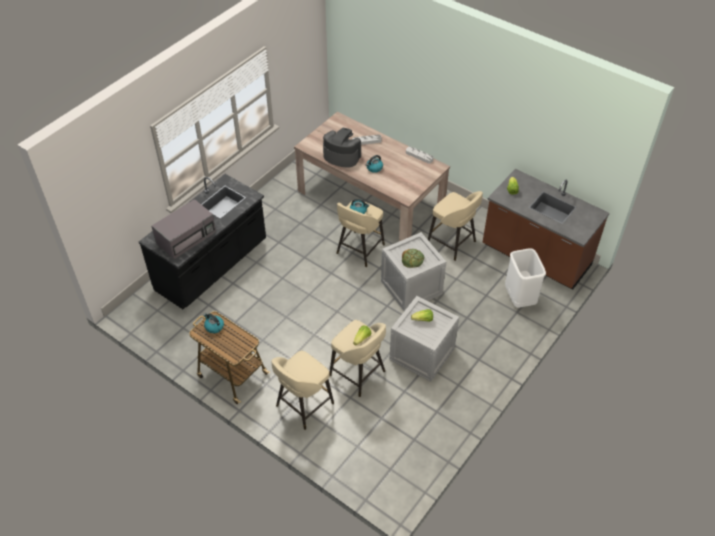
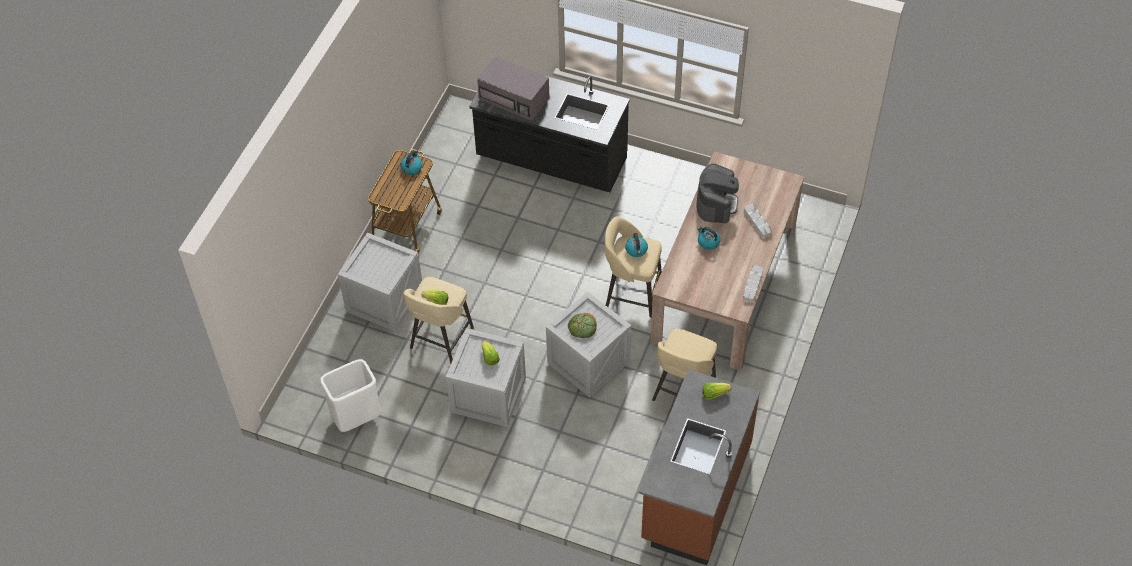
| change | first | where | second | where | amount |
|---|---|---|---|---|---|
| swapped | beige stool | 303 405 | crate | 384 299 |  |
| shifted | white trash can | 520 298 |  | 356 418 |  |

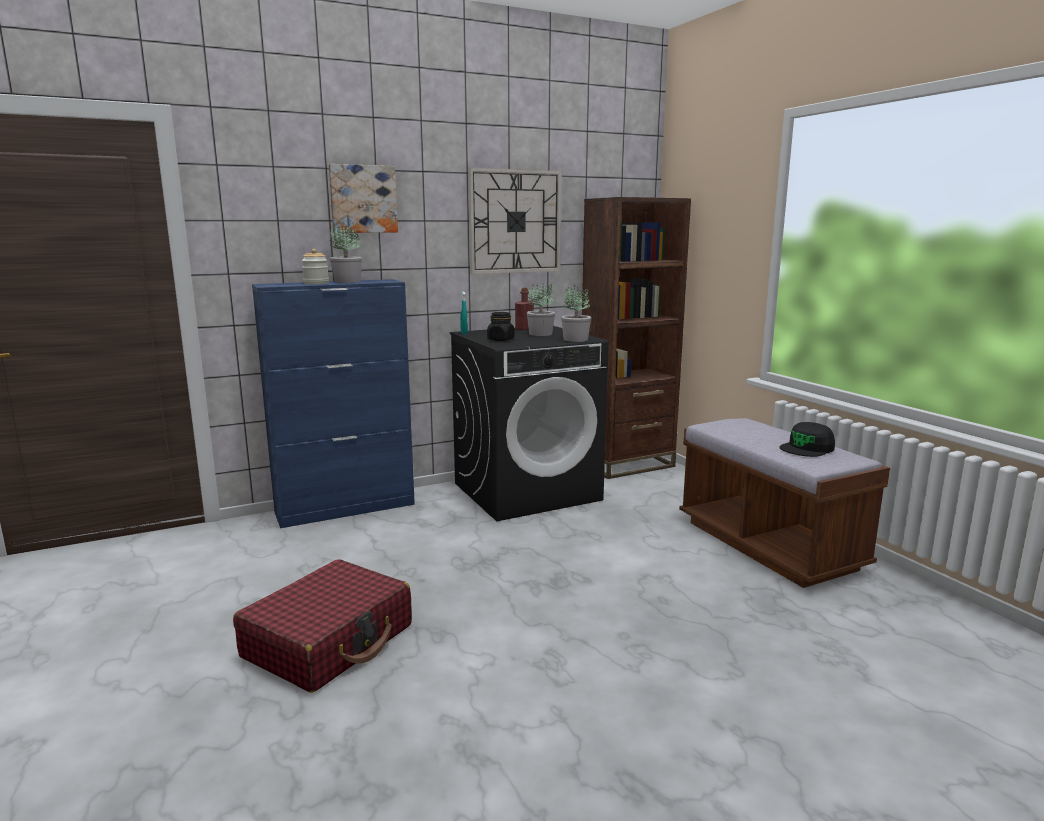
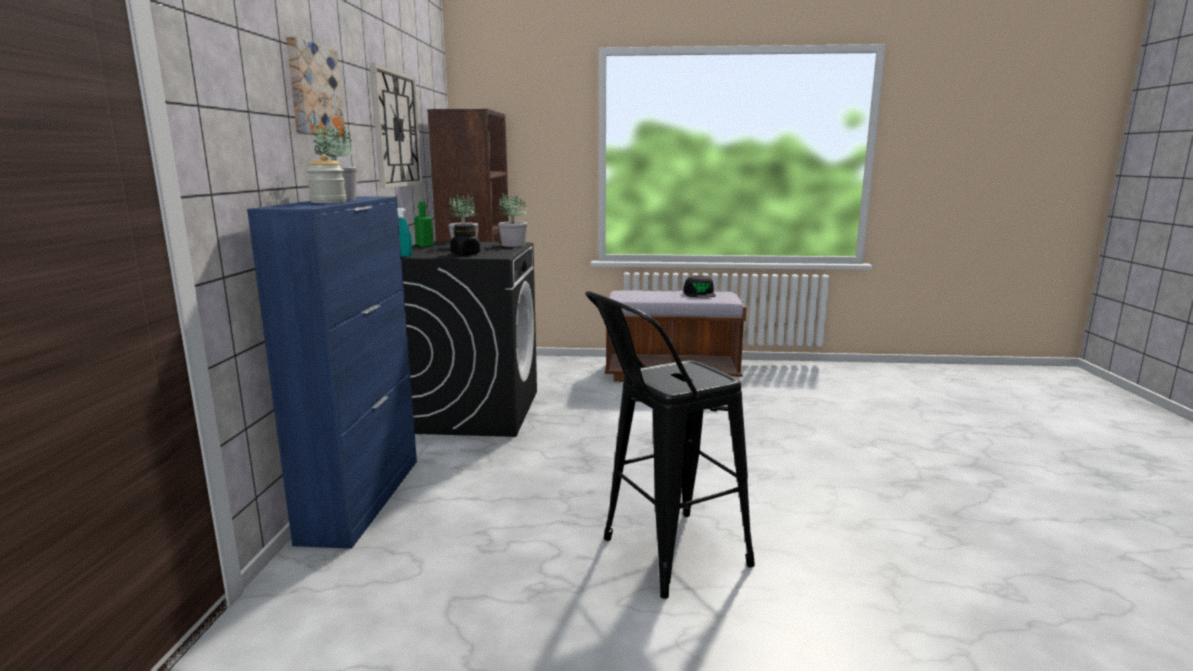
| change | first | where | second | where | amount |
|---|---|---|---|---|---|
| swapped | red suitcase | 329 641 | black stool | 662 556 |  |
| repainted | red bottle | 524 328 | green bottle | 424 246 |  |

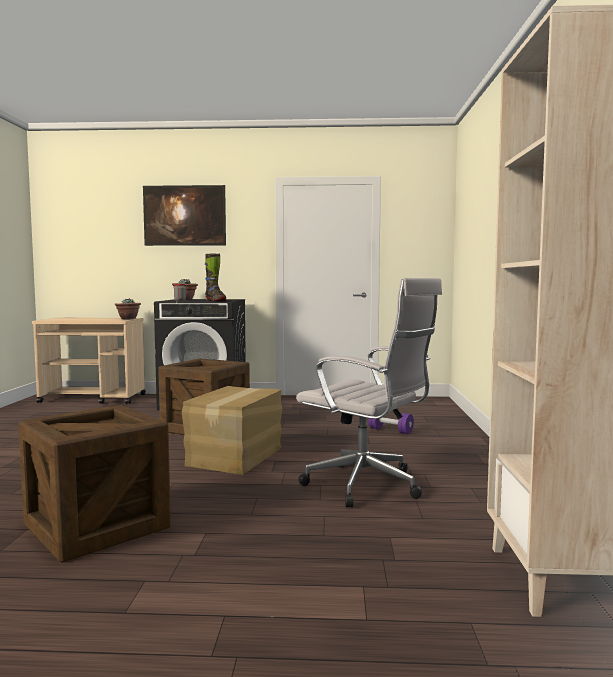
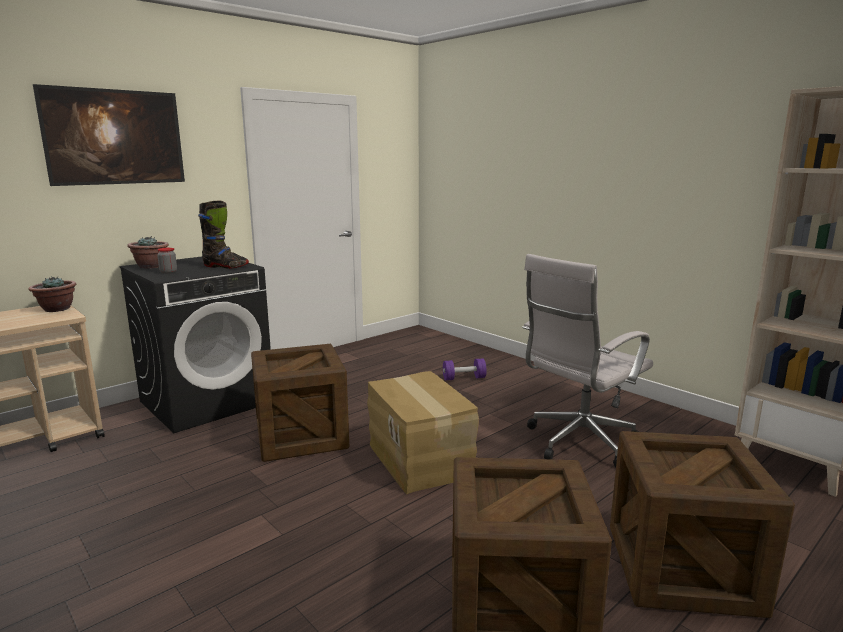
| change | first | where | second | where | amount |
|---|---|---|---|---|---|
| rotated | white office chair | 368 486 |  | 578 443 | 150 degrees clockwise |
| new |  |  | crate | 682 568 |  |

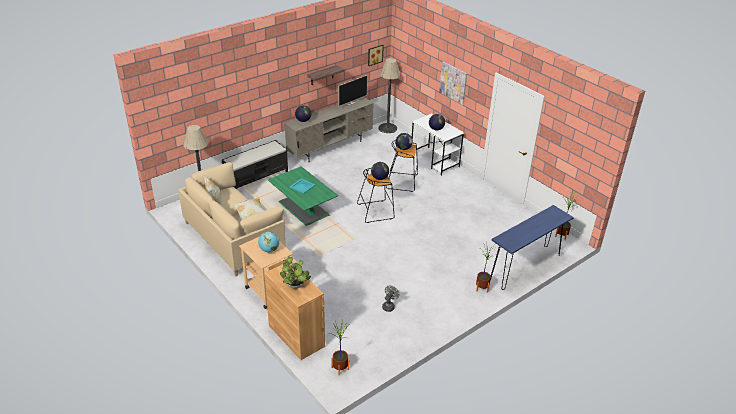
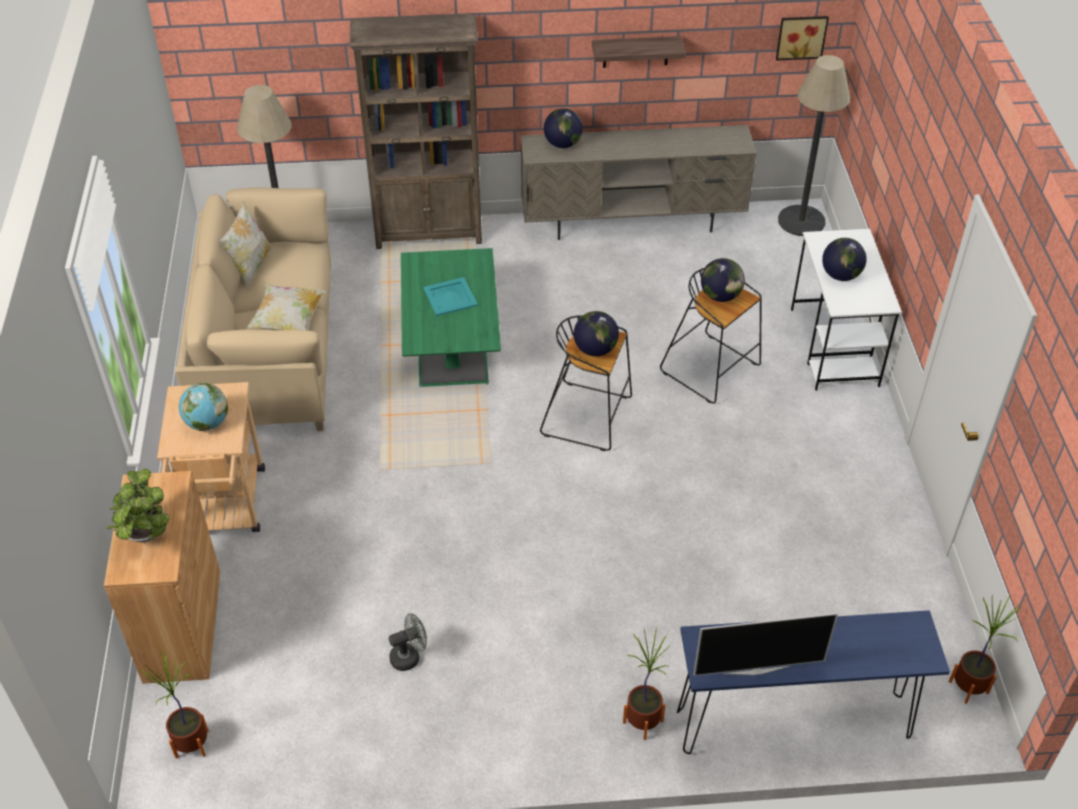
| change | first | where | second | where | amount |
|---|---|---|---|---|---|
| swapped | black bench | 257 176 | brown bookcase | 429 233 |  |
| shifted | television | 351 103 |  | 756 669 |  |
| gone | picture | 453 82 |  |  |  |

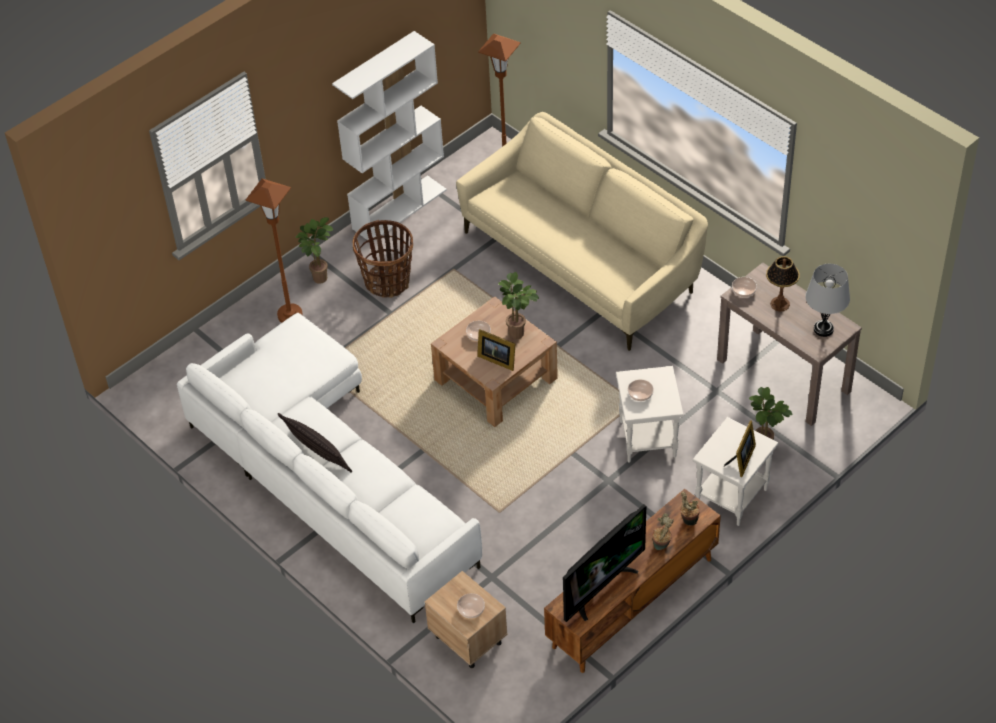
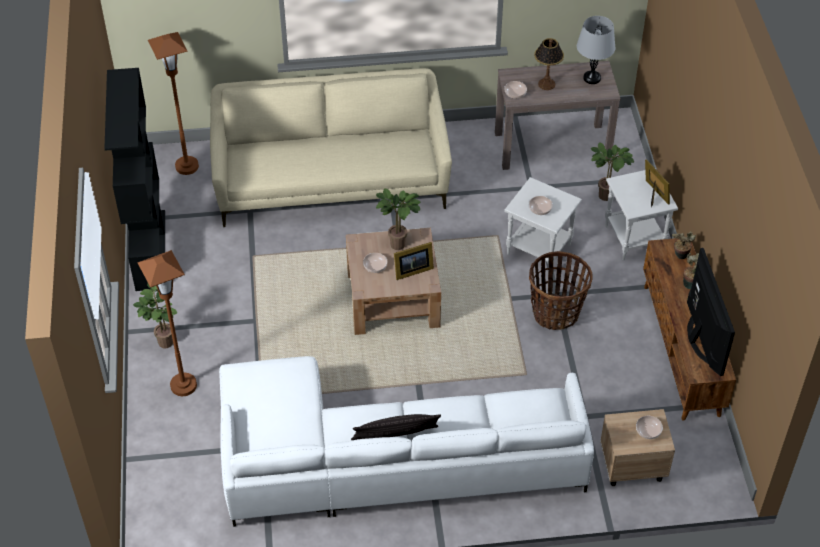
| change | first | where | second | where | amount |
|---|---|---|---|---|---|
| repainted | white bookcase | 399 208 | black bookcase | 149 249 |  |
| shifted | basket | 387 282 |  | 555 313 |  |

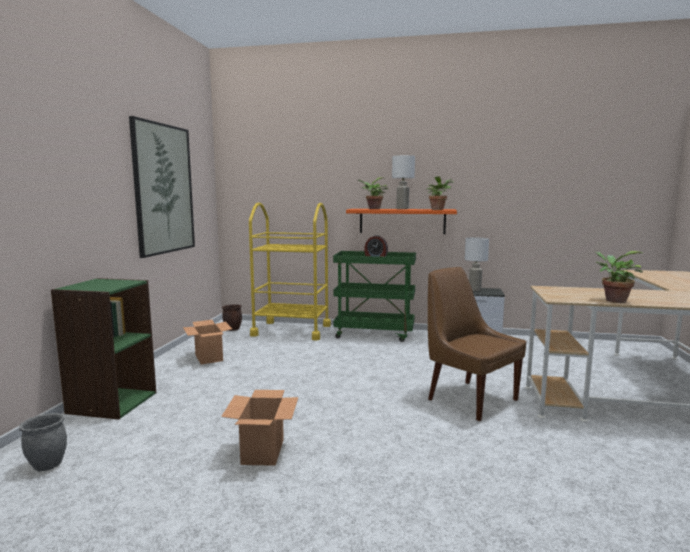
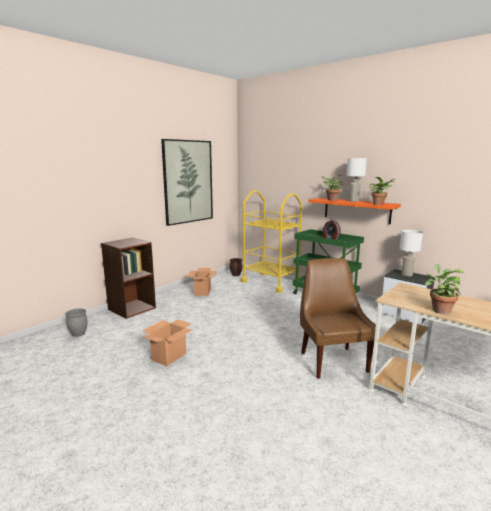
| change | first | where | second | where | amount |
|---|---|---|---|---|---|
| repainted | green bookcase | 112 402 | brown bookcase | 131 308 |  |

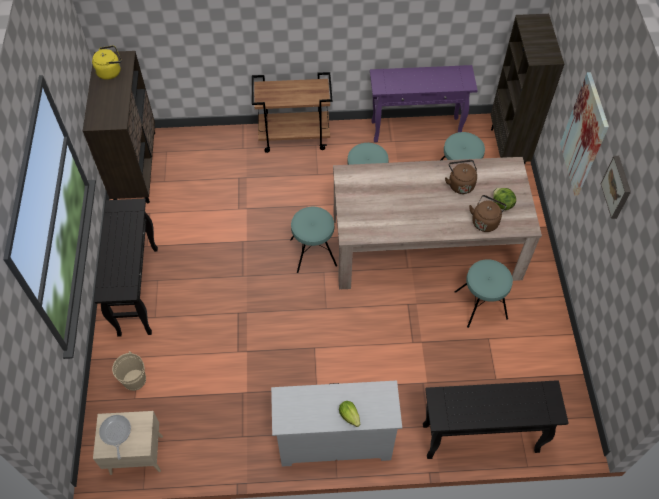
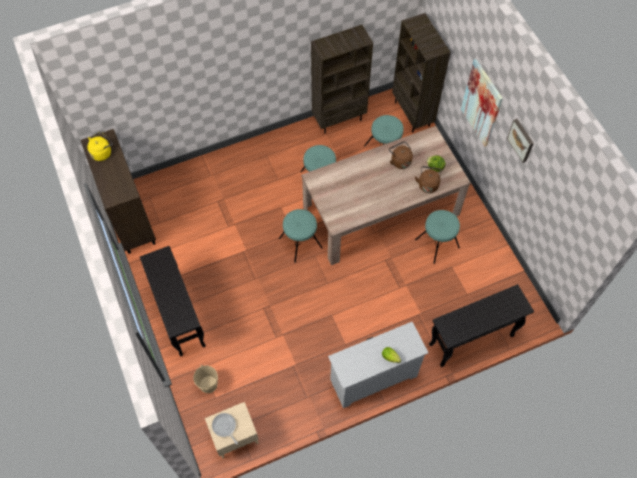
| change | first | where | second | where | amount |
|---|---|---|---|---|---|
| gone | brown cart | 295 137 |  |  |  |
| swapped | purple console table | 416 129 | brown bookcase | 339 119 |  |

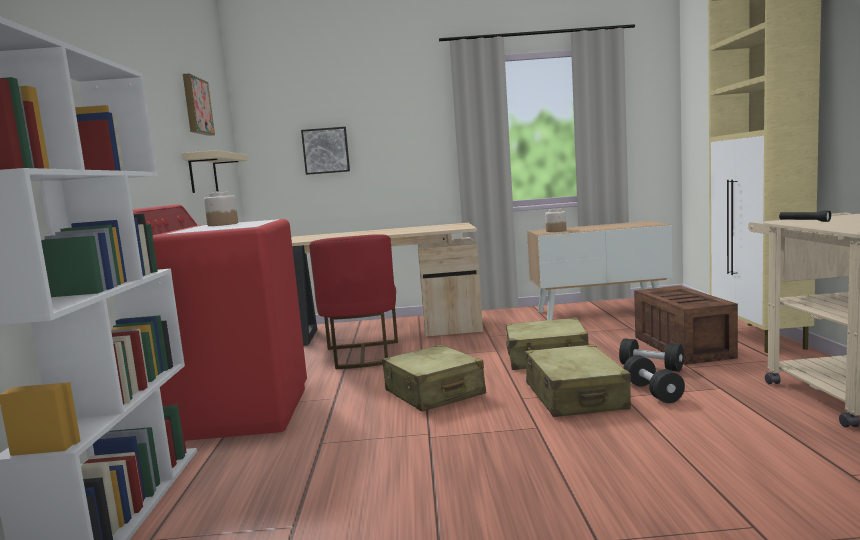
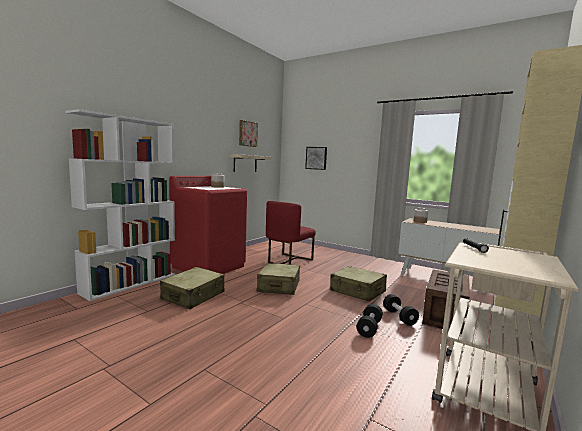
| change | first | where | second | where | amount |
|---|---|---|---|---|---|
| gone | beige desk | 388 330 |  |  |  |
| shifted | beige suitcase | 575 397 |  | 193 296 |  |

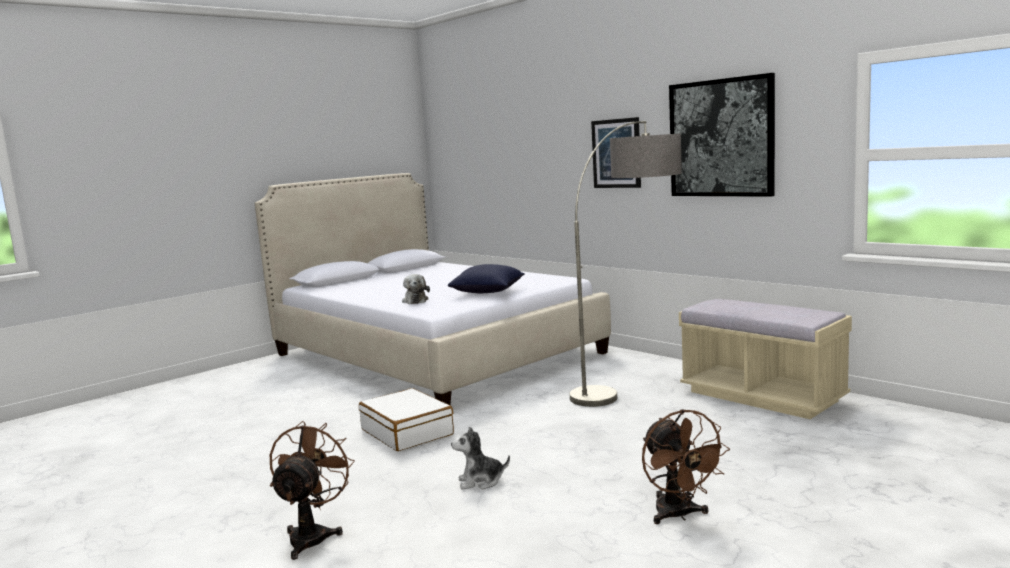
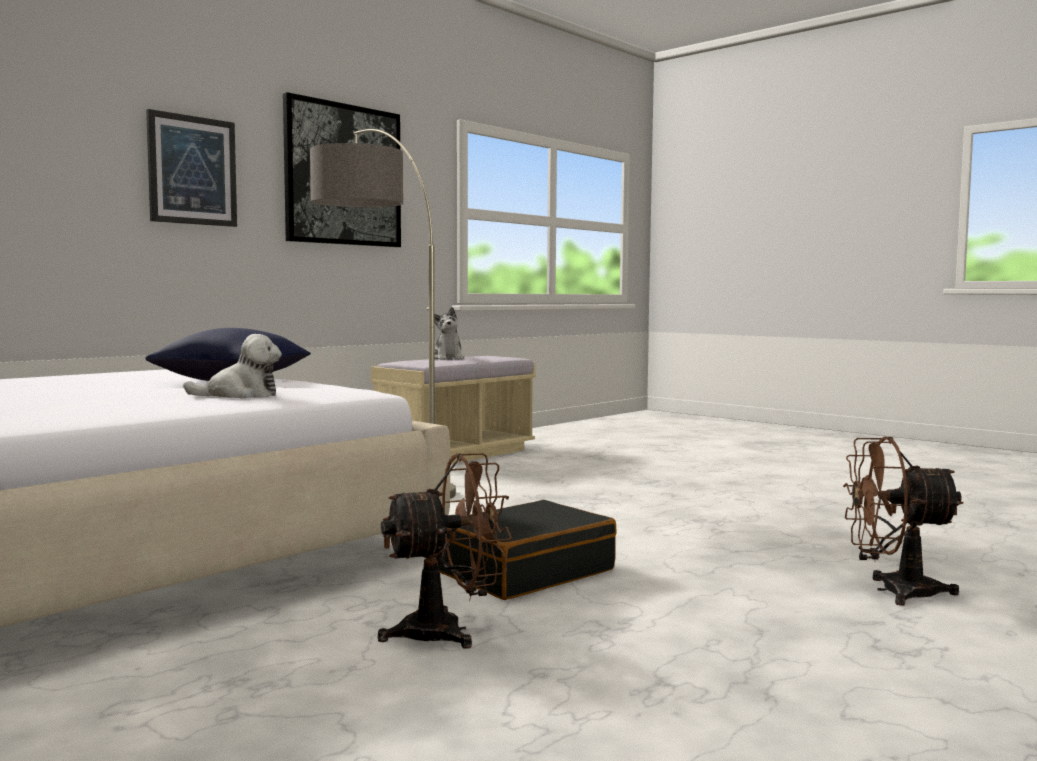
| change | first | where | second | where | amount |
|---|---|---|---|---|---|
| repainted | white suitcase | 407 432 | black suitcase | 525 571 |  |
| shifted | plush toy | 480 481 |  | 448 358 |  |
| shifted | brown fan | 679 515 |  | 448 631 |  |

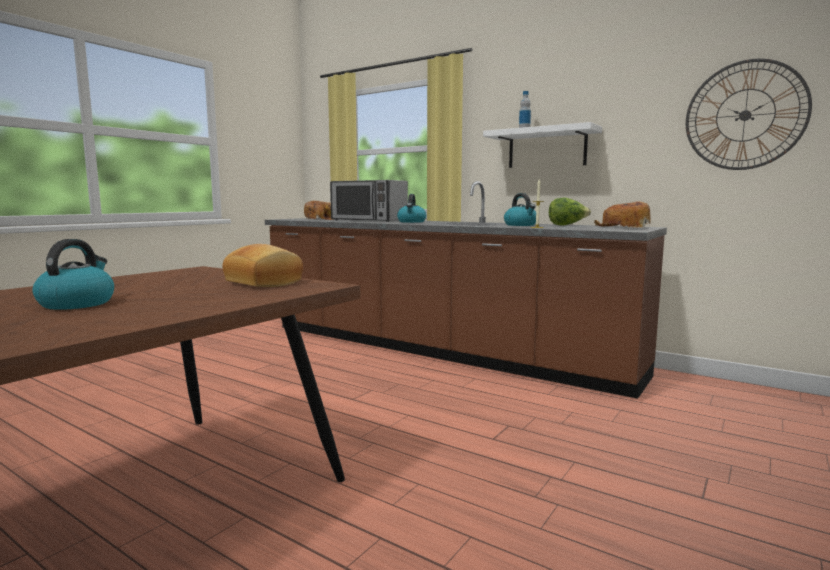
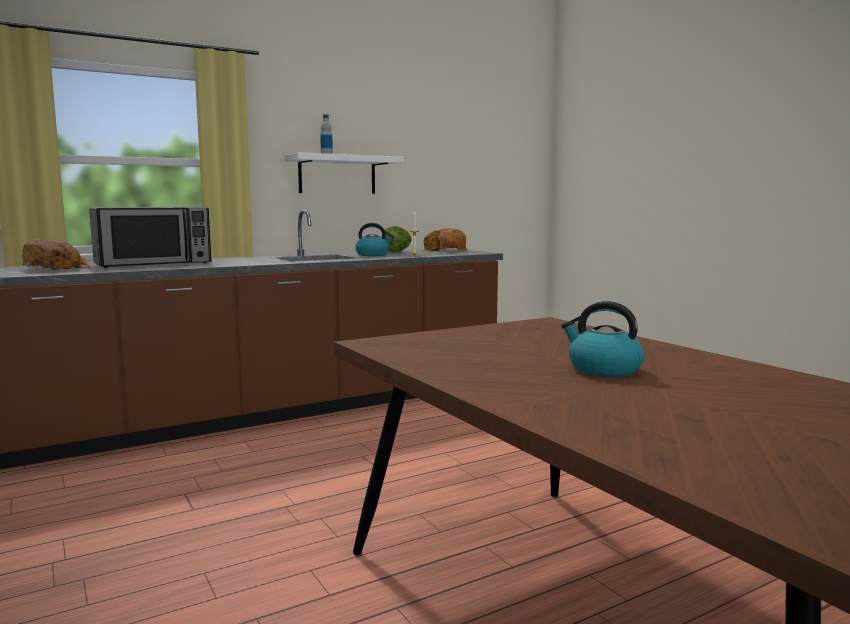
| change | first | where | second | where | amount |
|---|---|---|---|---|---|
| gone | bread | 265 282 |  |  |  |
| gone | kettle | 411 222 |  |  |  |
| gone | wall clock | 745 115 |  |  |  |

